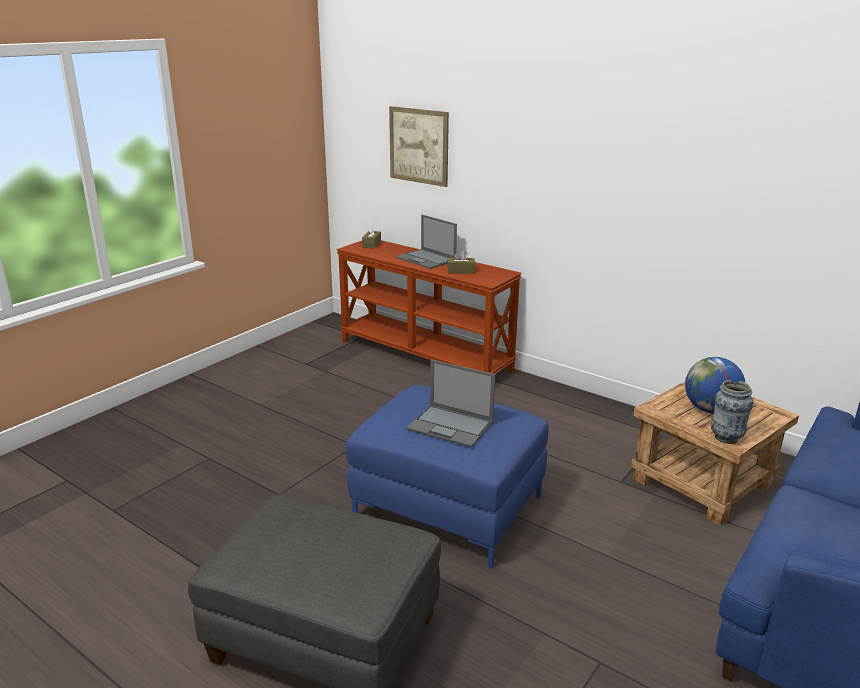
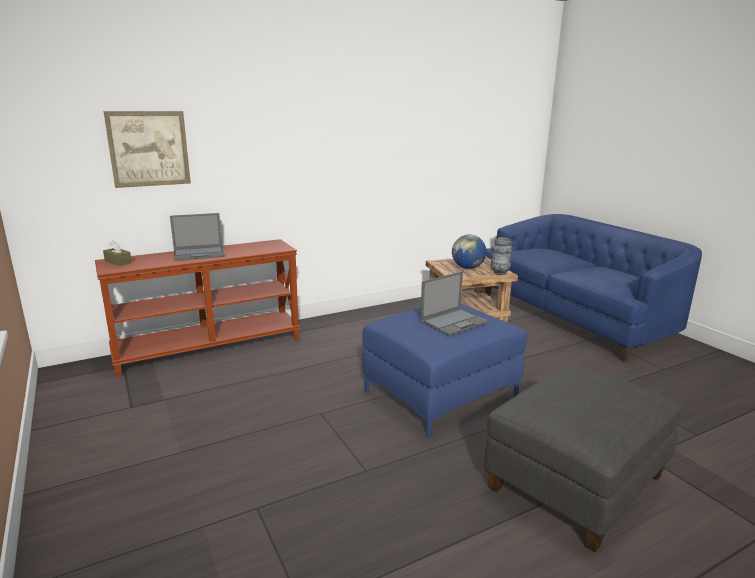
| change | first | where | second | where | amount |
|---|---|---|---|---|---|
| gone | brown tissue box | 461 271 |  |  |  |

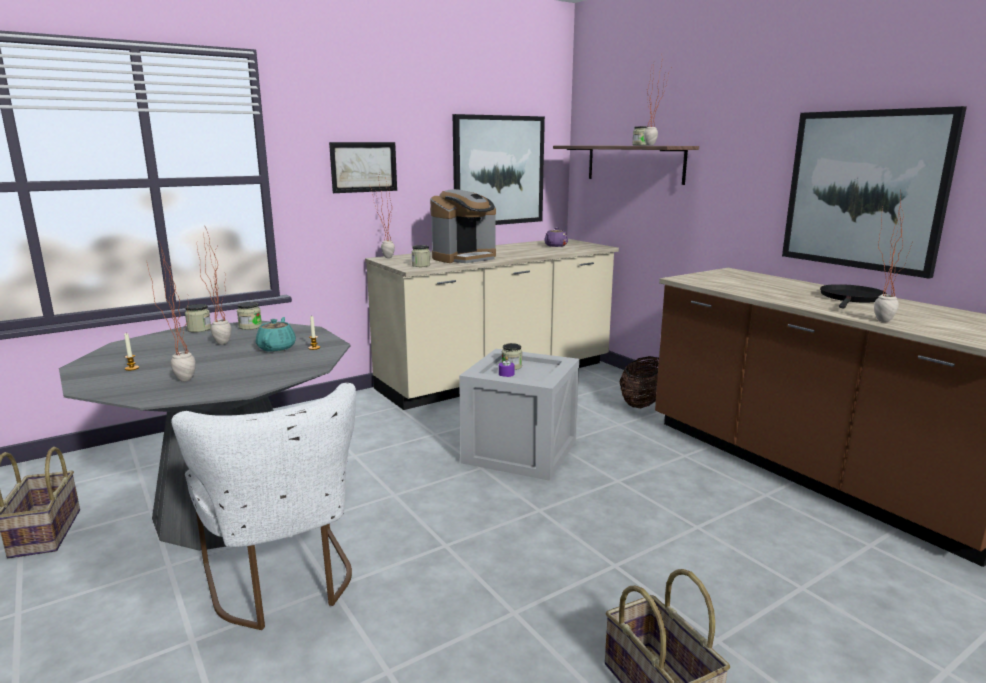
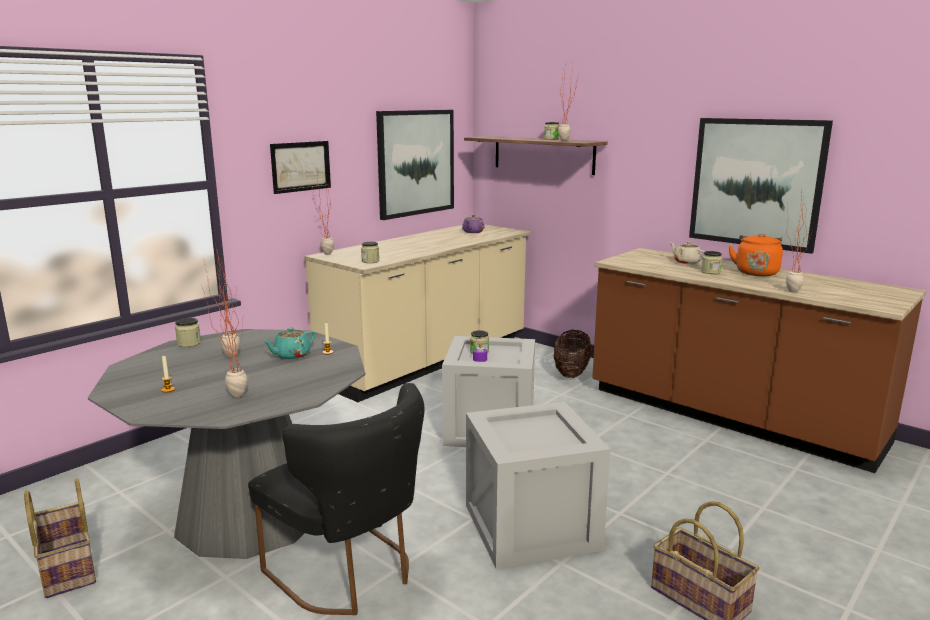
| change | first | where | second | where | amount |
|---|---|---|---|---|---|
| repainted | white chair | 284 583 | black chair | 349 573 |  |
| shifted | jar | 250 327 |  | 710 272 |  |
| rotated | turquoise teapot | 277 347 |  | 291 355 | 120 degrees counterclockwise |
| gone | coffee machine | 465 258 |  |  |  |
| swapped | black frying pan | 851 298 | orange kettle | 756 272 |  |
| new |  |  | crate | 531 526 |  |
| new |  |  | beige teapot | 686 262 |  |

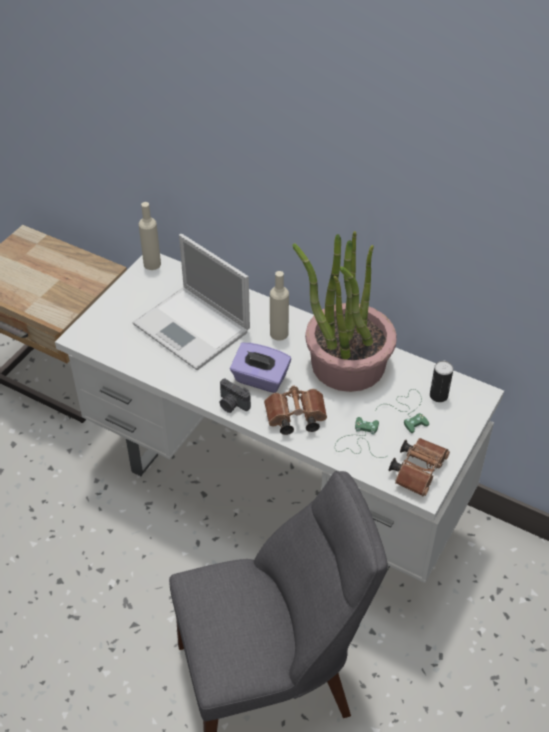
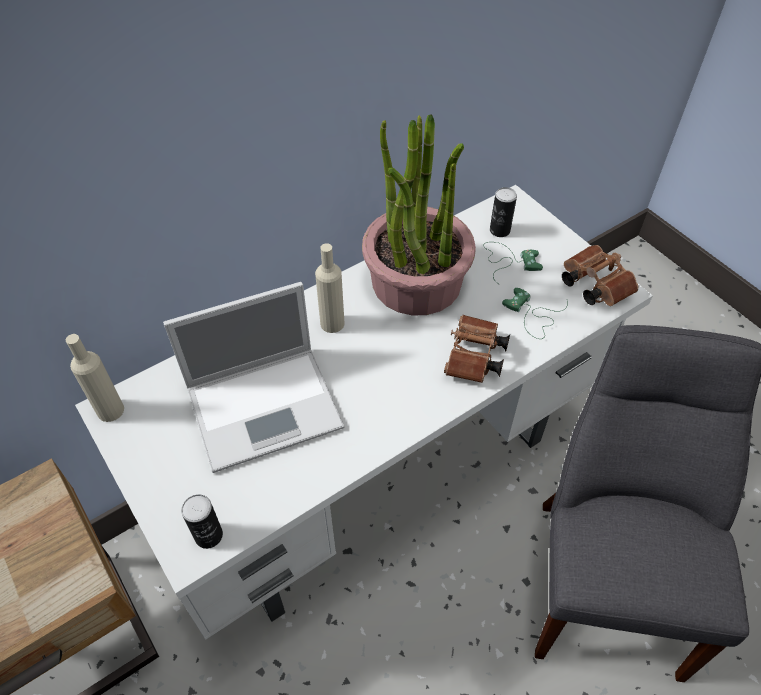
| change | first | where | second | where | amount |
|---|---|---|---|---|---|
| gone | photo camera | 232 404 |  |  |  |
| gone | purple tissue box | 260 379 |  |  |  |
| new |  |  | can | 208 535 |  |

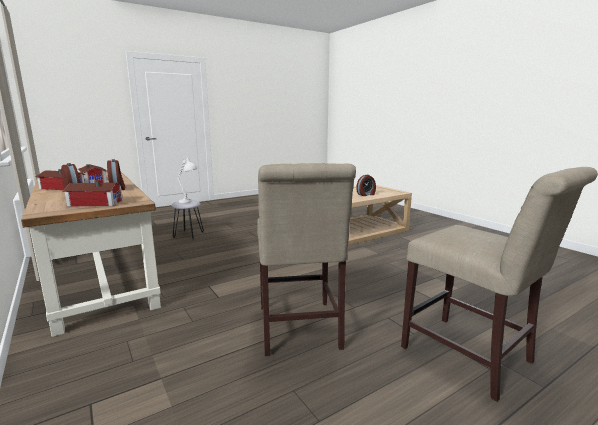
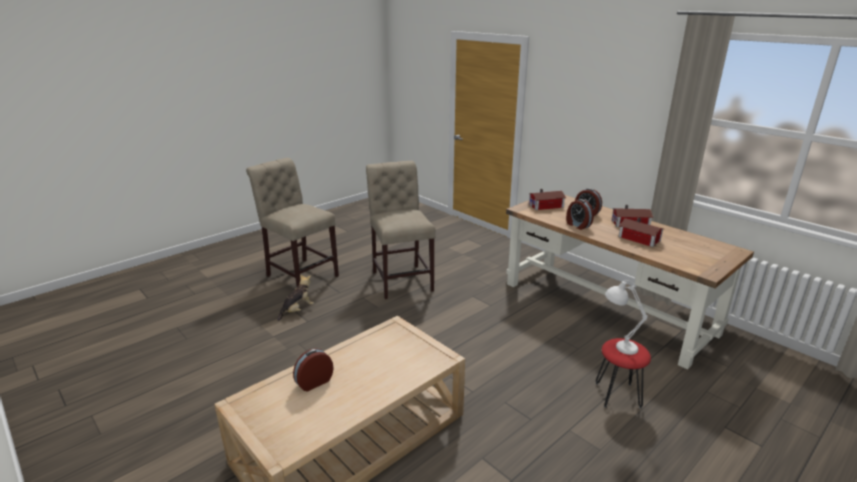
| change | first | where | second | where | amount |
|---|---|---|---|---|---|
| repainted | grey stool | 188 234 | red stool | 618 395 |  |
| new |  |  | plush toy | 297 310 |  |

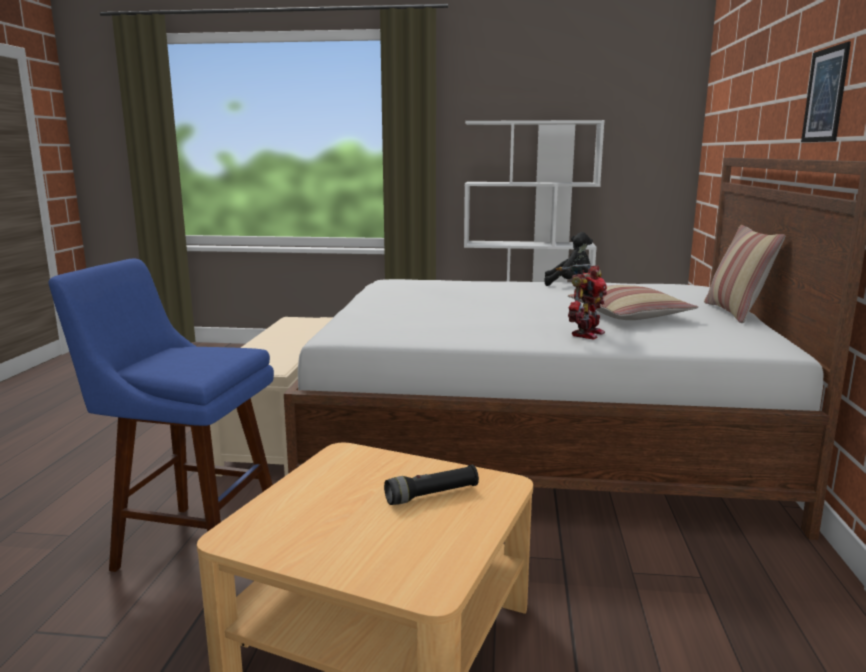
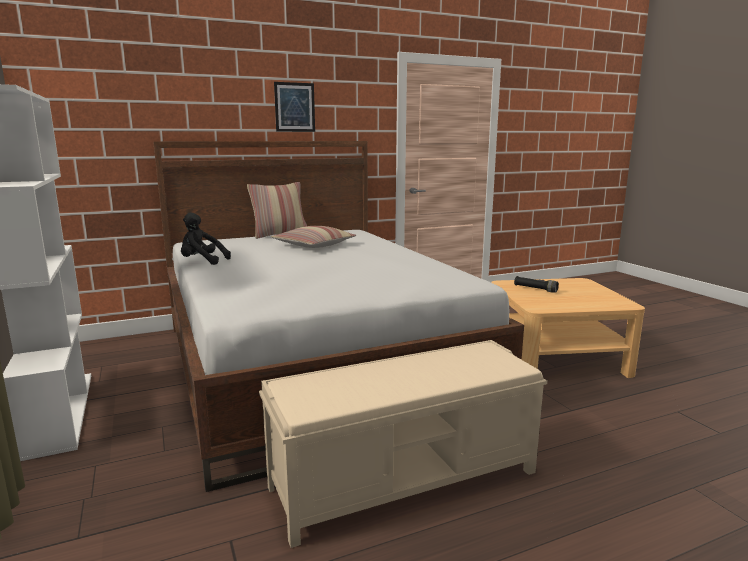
| change | first | where | second | where | amount |
|---|---|---|---|---|---|
| gone | blue stool | 190 543 |  |  |  |
| rotated | black plush toy | 569 283 |  | 202 262 | 60 degrees counterclockwise |
| gone | toy robot | 585 333 |  |  |  |

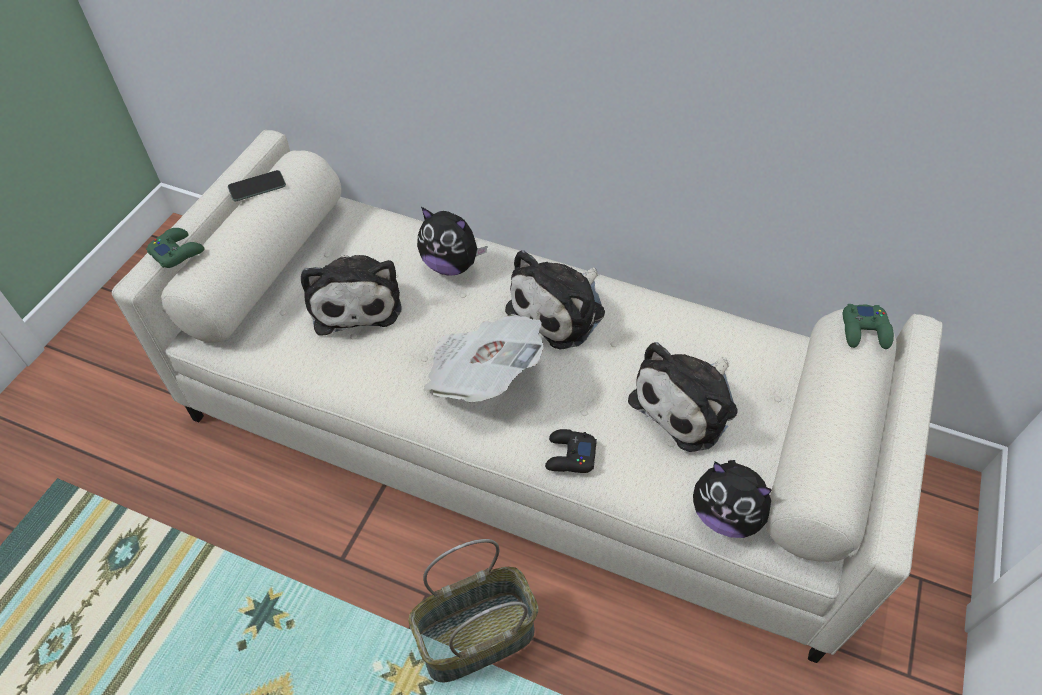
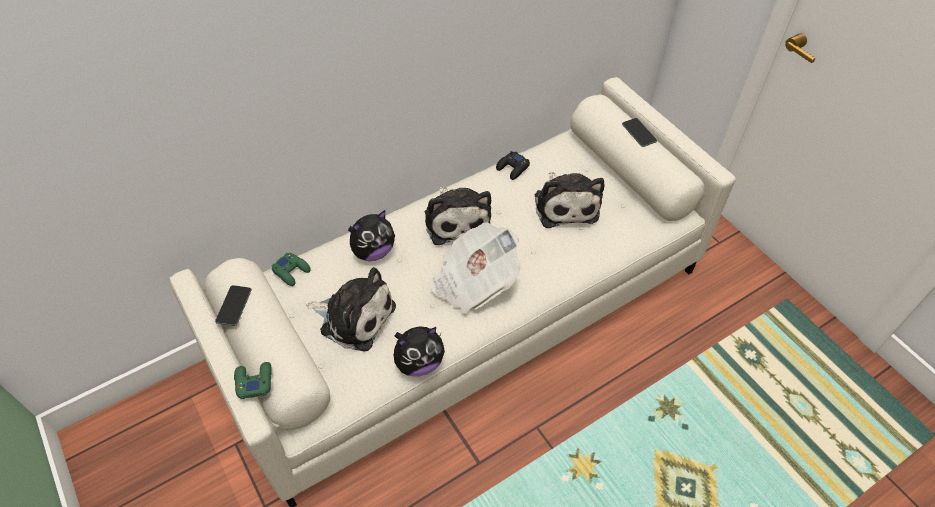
| change | first | where | second | where | amount |
|---|---|---|---|---|---|
| gone | basket | 476 639 |  |  |  |
| shifted | black game controller | 569 456 |  | 513 168 |  |
| shifted | plush toy | 725 515 |  | 419 362 |  |
| shifted | green game controller | 864 331 |  | 292 271 |  |
| new |  |  | phone | 639 133 |  |

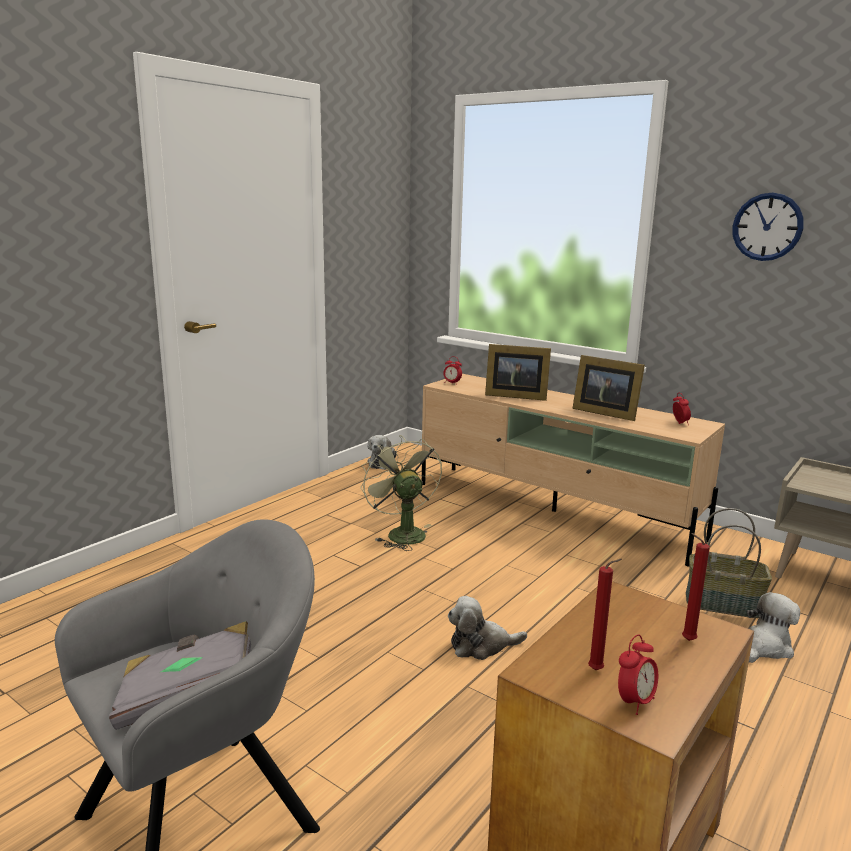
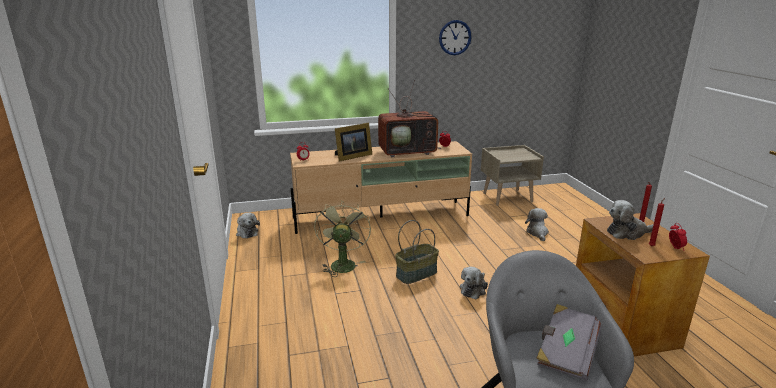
| change | first | where | second | where | amount |
|---|---|---|---|---|---|
| rotated | green fan | 401 533 |  | 342 263 | 75 degrees clockwise |
| swapped | picture frame | 604 412 | television | 408 151 |  |
| shifted | basket | 724 603 |  | 416 273 |  |
| new |  |  | plush toy | 627 233 |  |

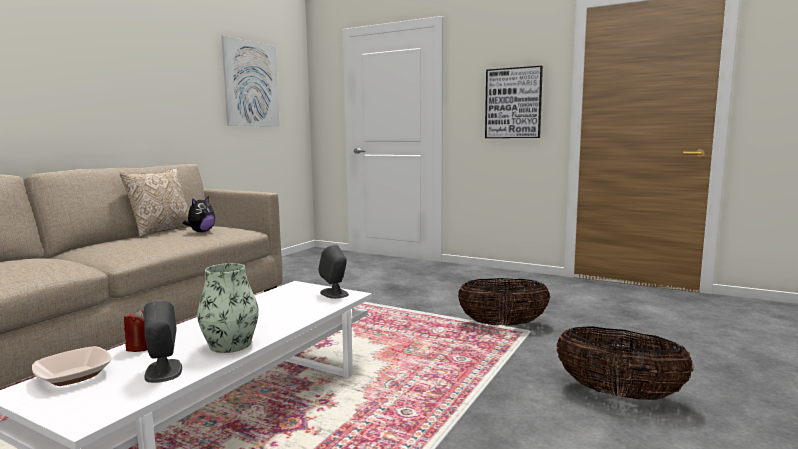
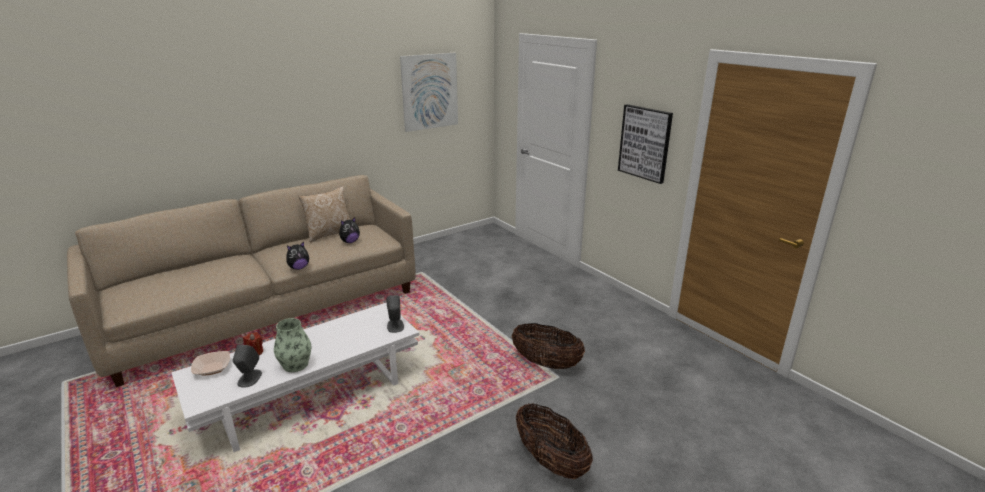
| change | first | where | second | where | amount |
|---|---|---|---|---|---|
| new |  |  | plush toy | 299 268 |  |

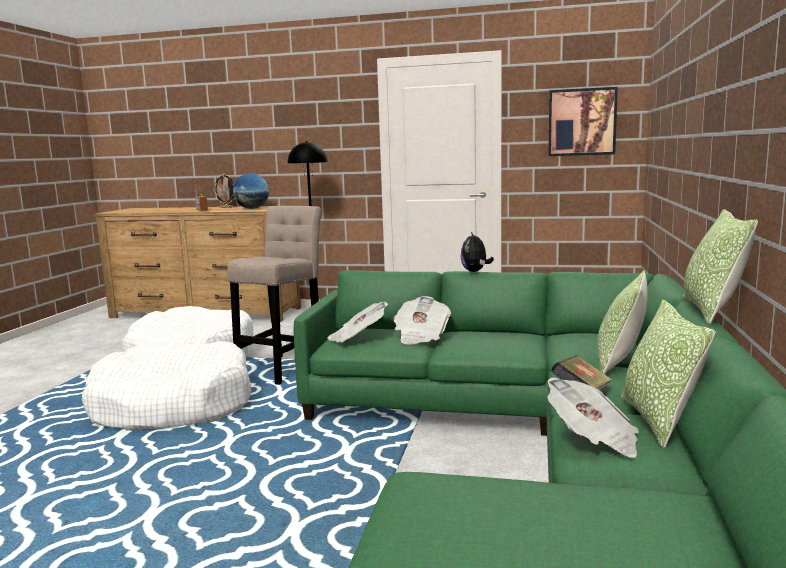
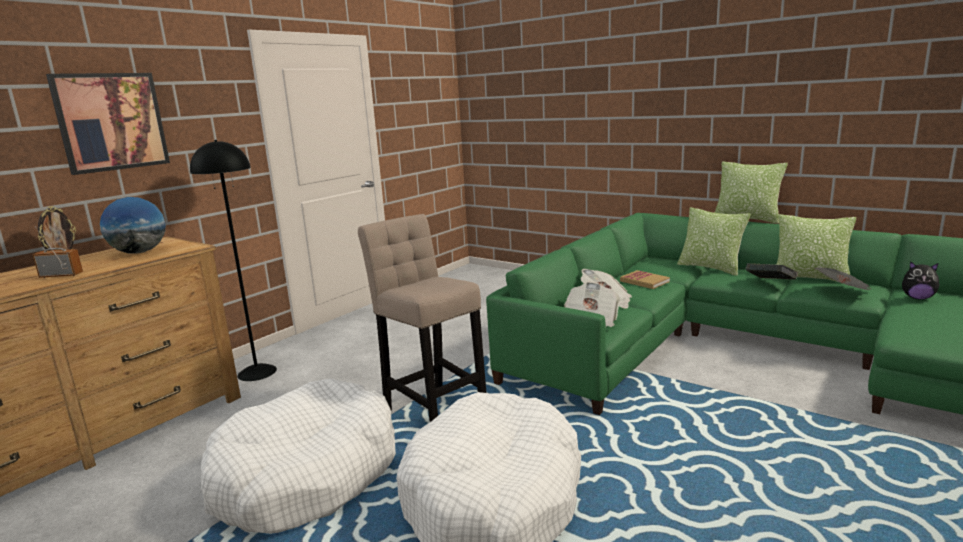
| change | first | where | second | where | amount |
|---|---|---|---|---|---|
| shifted | plush toy | 475 271 |  | 917 298 |  |
| shifted | picture | 582 122 |  | 111 122 |  |
| new |  |  | book | 644 281 |  |

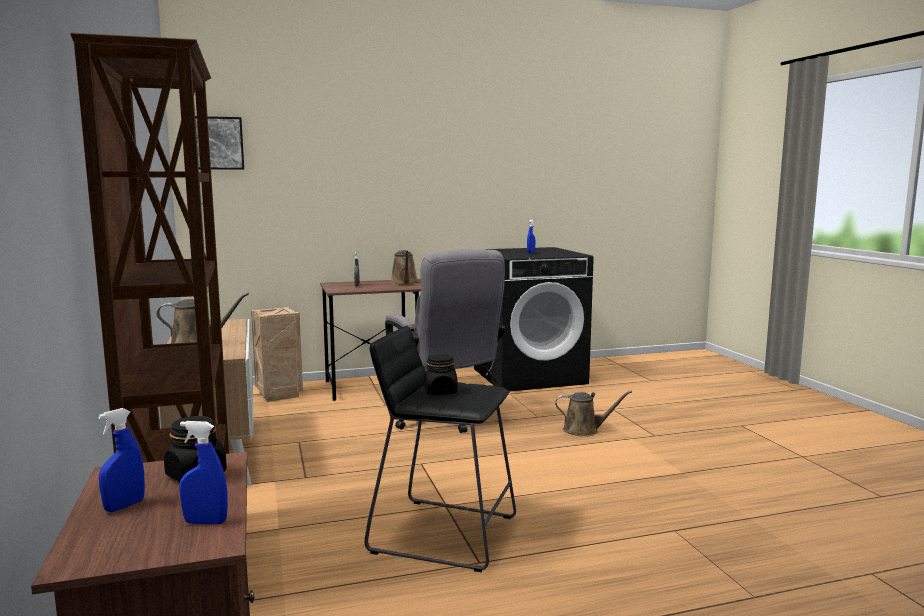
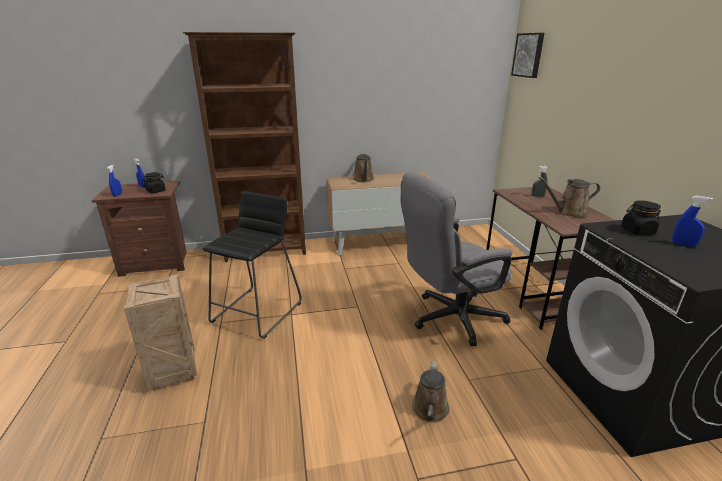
| change | first | where | second | where | amount |
|---|---|---|---|---|---|
| shifted | crate | 278 394 |  | 175 372 |  |
| shifted | black jar | 440 392 |  | 637 231 |  |

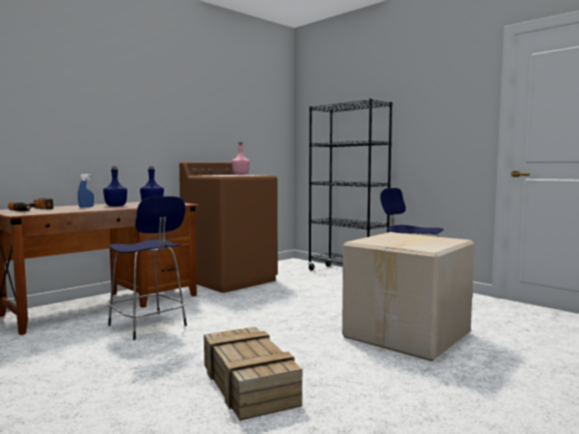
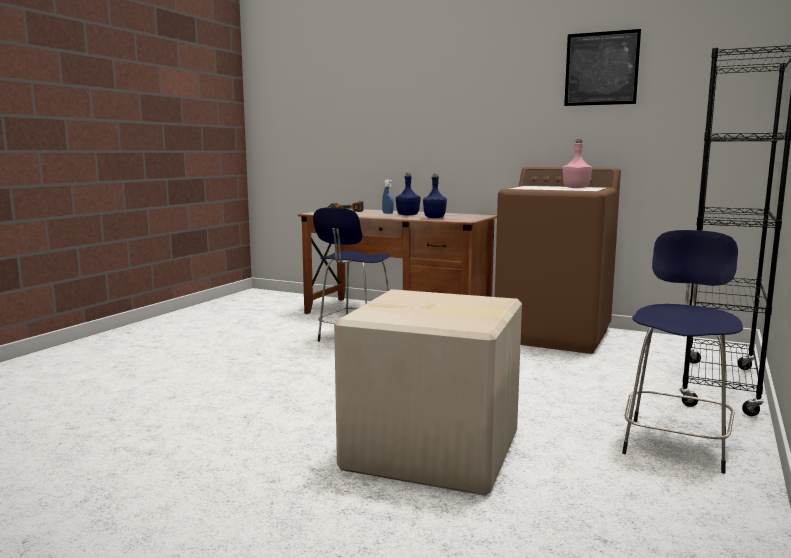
| change | first | where | second | where | amount |
|---|---|---|---|---|---|
| gone | crate | 247 383 |  |  |  |
| new |  |  | picture | 601 68 |  |

